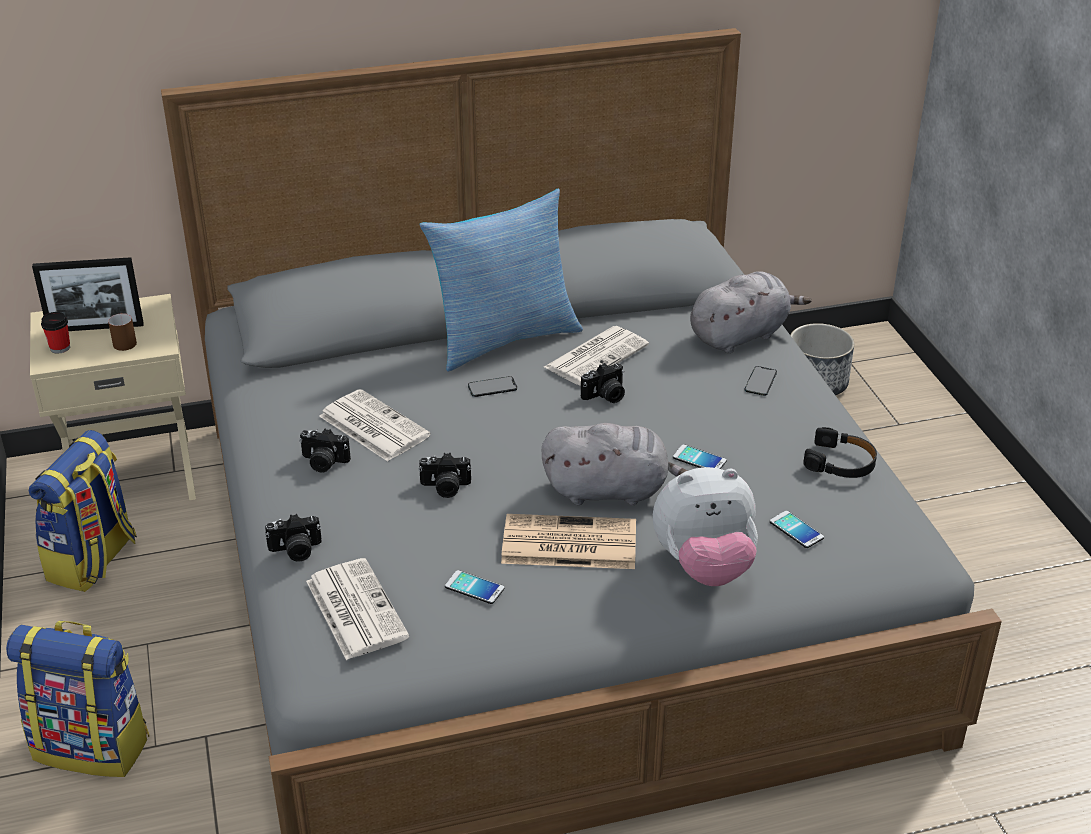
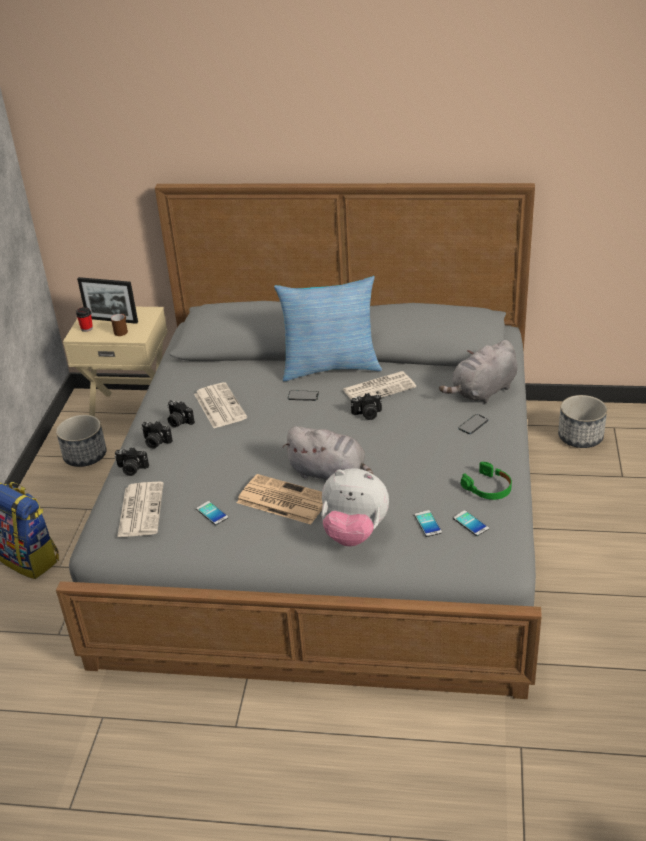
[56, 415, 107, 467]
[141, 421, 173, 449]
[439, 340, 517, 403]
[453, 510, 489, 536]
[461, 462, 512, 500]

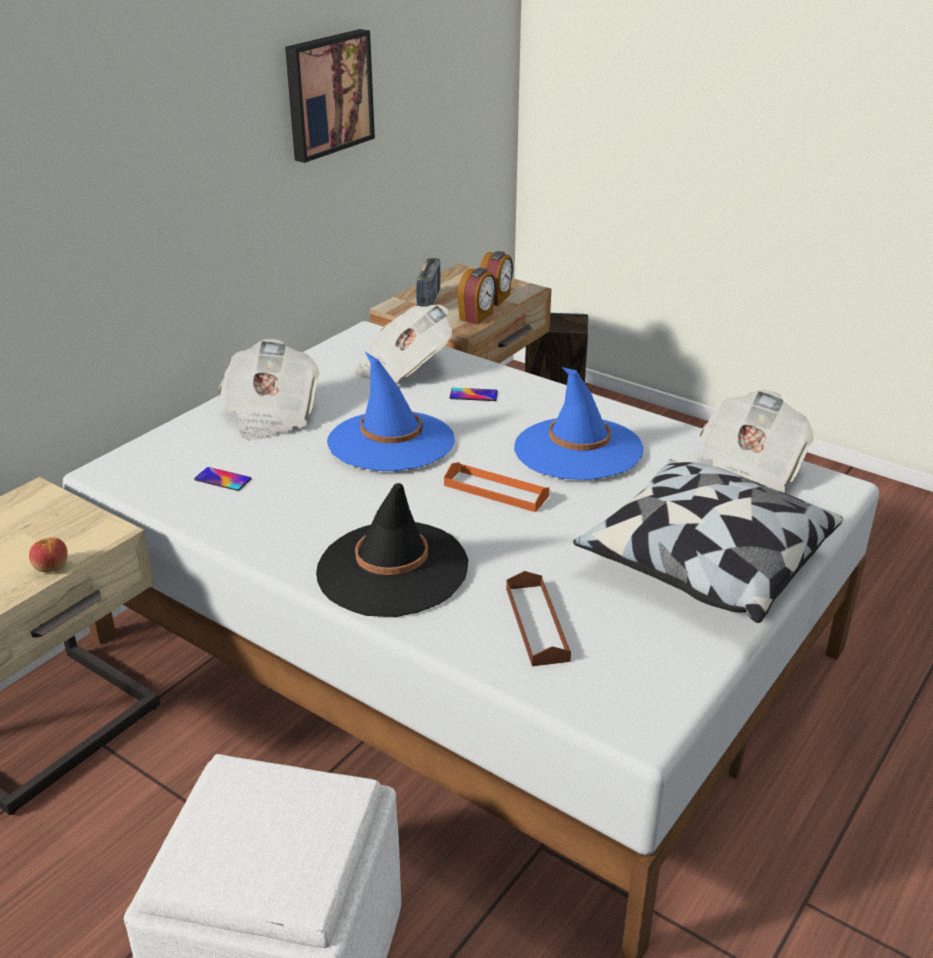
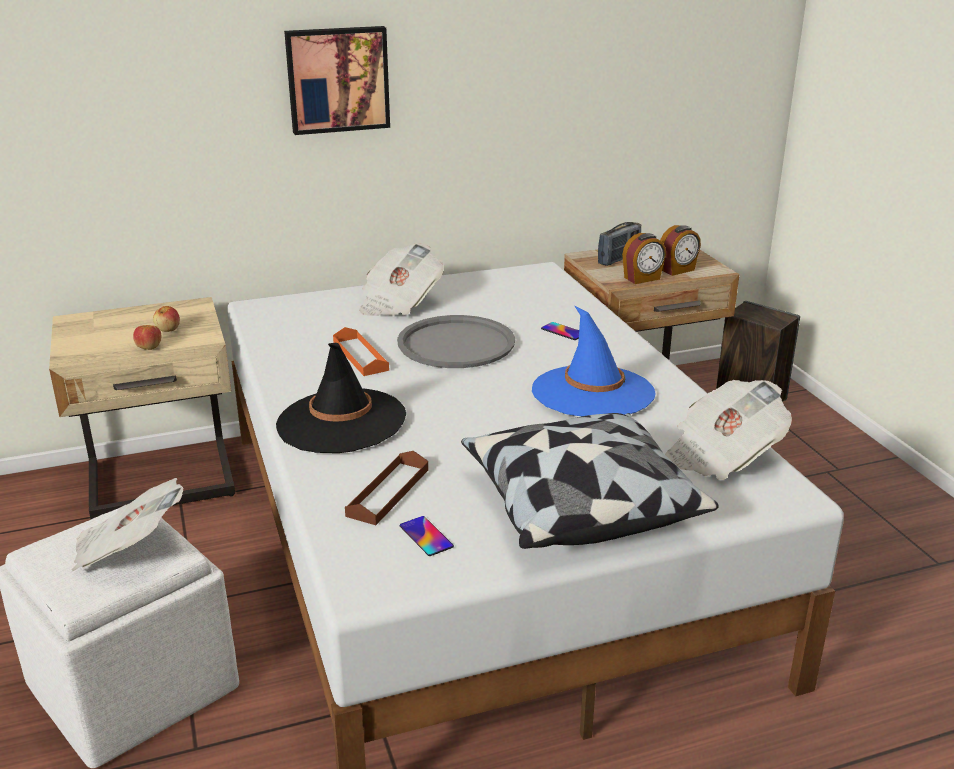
[72, 478, 183, 571]
[153, 306, 180, 332]
[284, 26, 390, 135]
[333, 327, 389, 376]
[397, 315, 515, 368]
[400, 516, 454, 556]

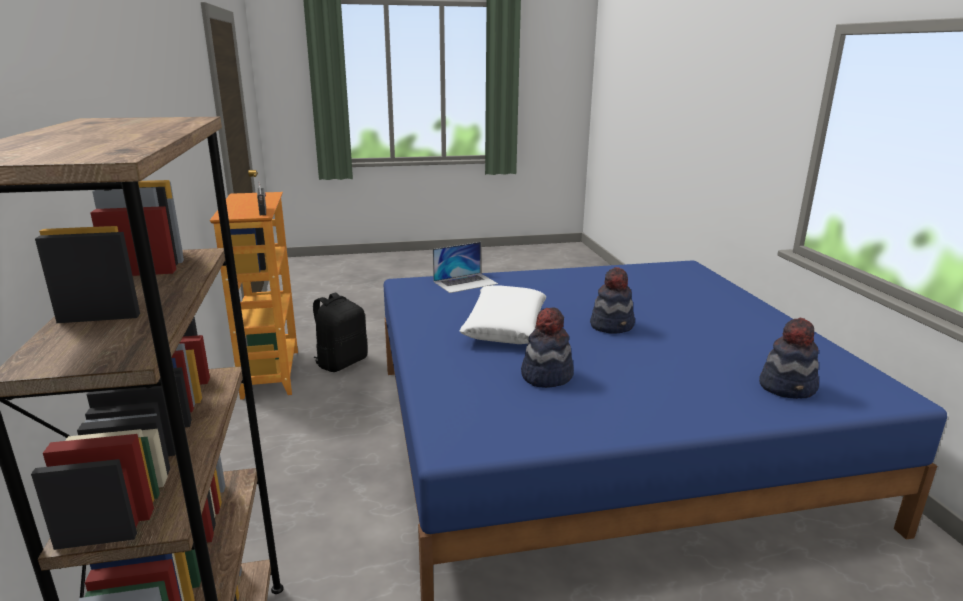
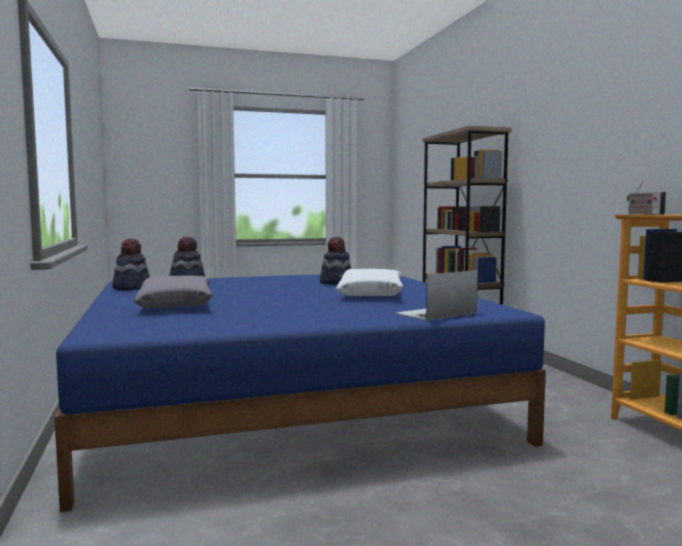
[112, 239, 150, 290]
[134, 275, 213, 308]
[313, 293, 368, 372] (first image)

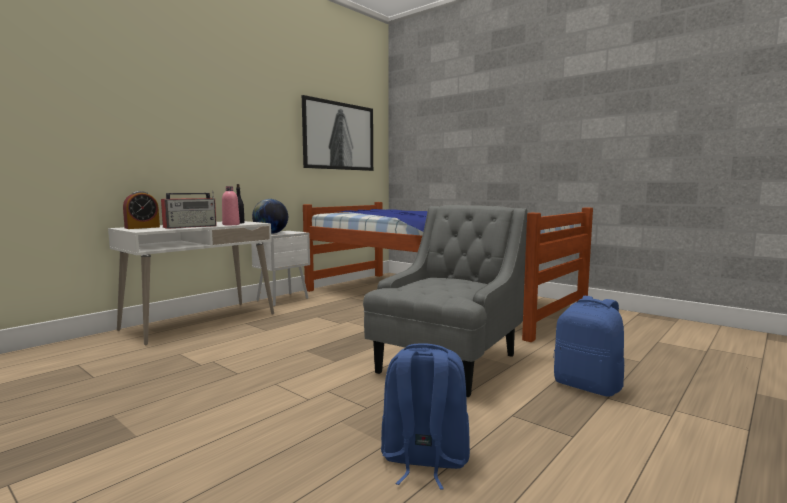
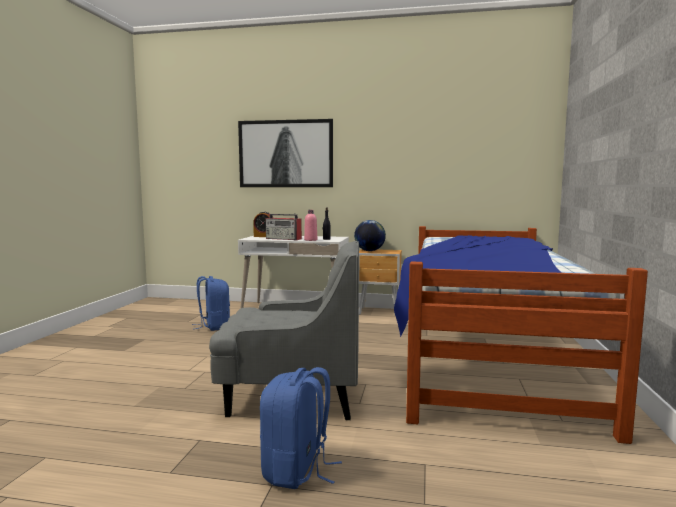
[192, 276, 230, 331]
[238, 119, 333, 187]
[359, 249, 402, 315]

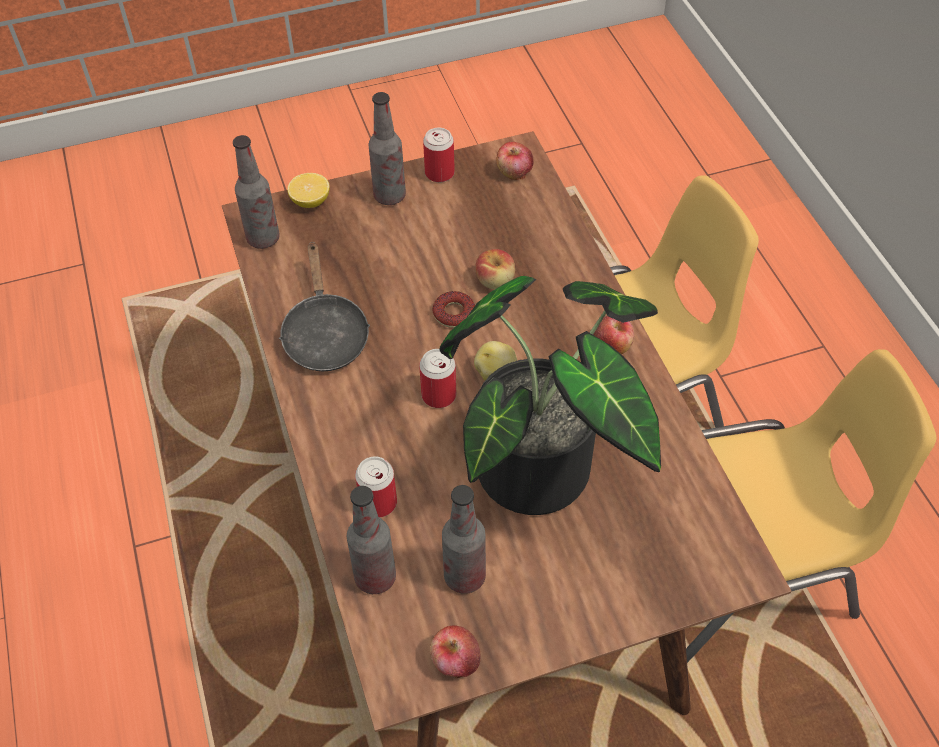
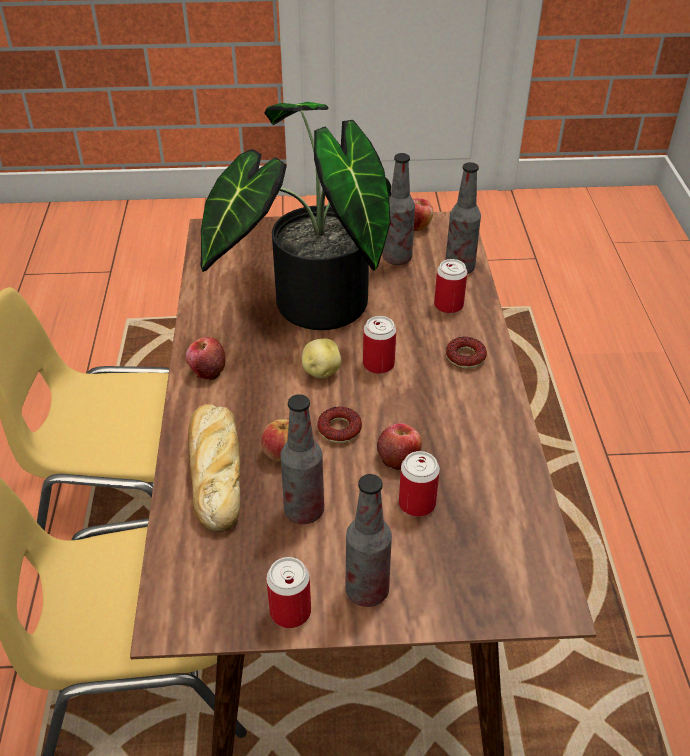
[188, 404, 240, 532]
[280, 394, 324, 524]
[377, 423, 422, 470]
[399, 451, 440, 517]
[446, 337, 487, 369]
[279, 242, 370, 371] (first image)
[287, 173, 330, 208] (first image)

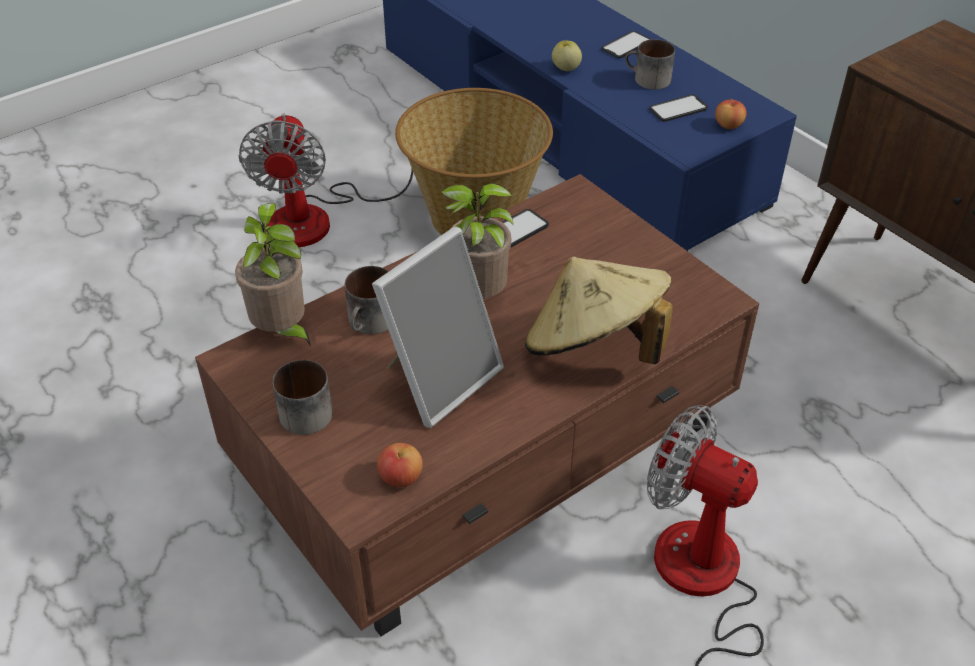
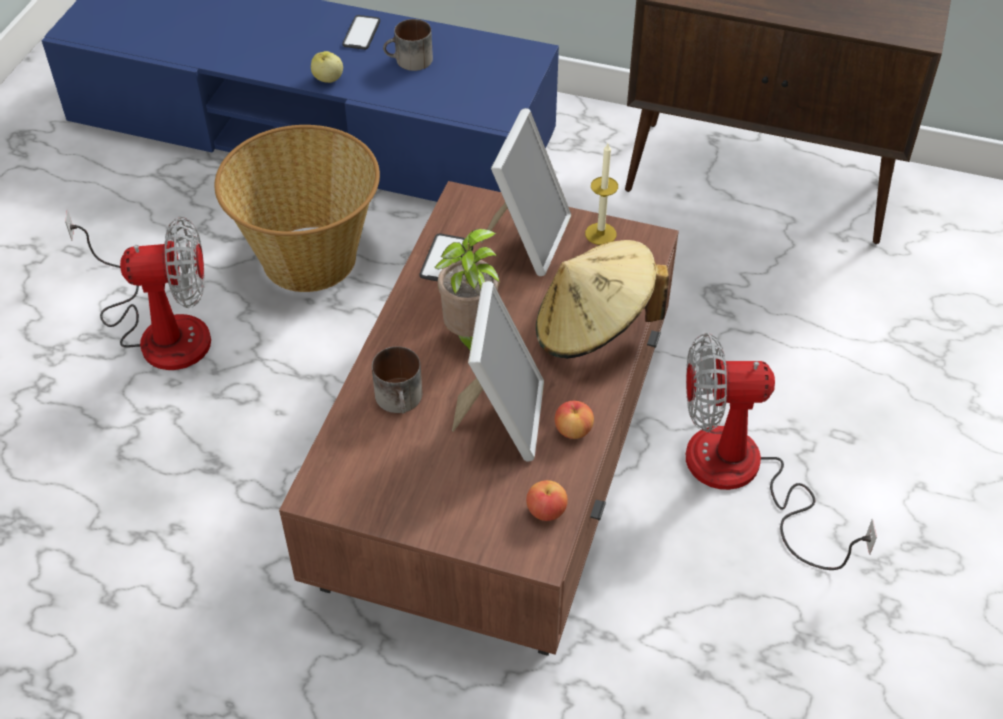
[65, 210, 211, 370]
[480, 108, 571, 276]
[555, 401, 594, 439]
[585, 143, 618, 245]
[235, 203, 311, 347] (first image)
[273, 360, 333, 435] (first image)
[649, 94, 708, 122] (first image)

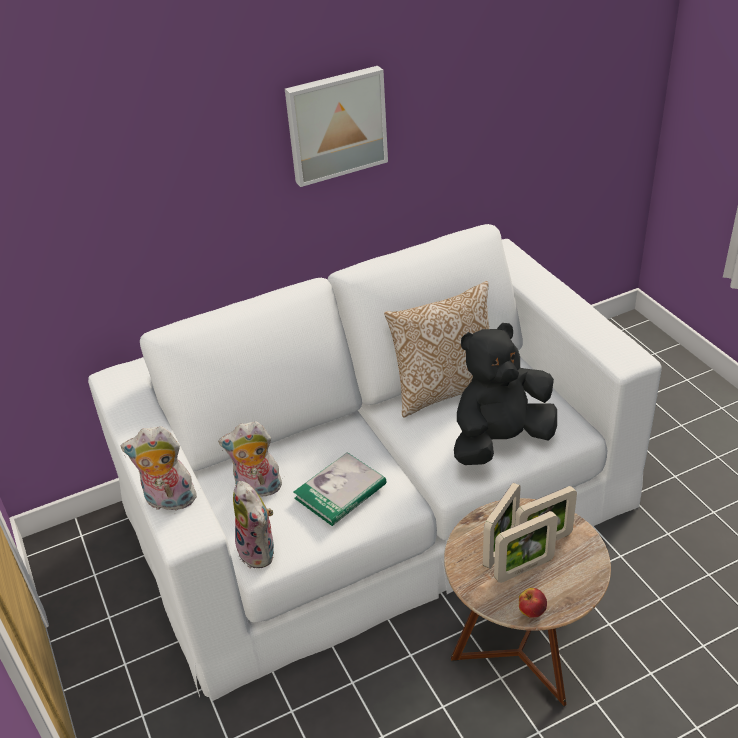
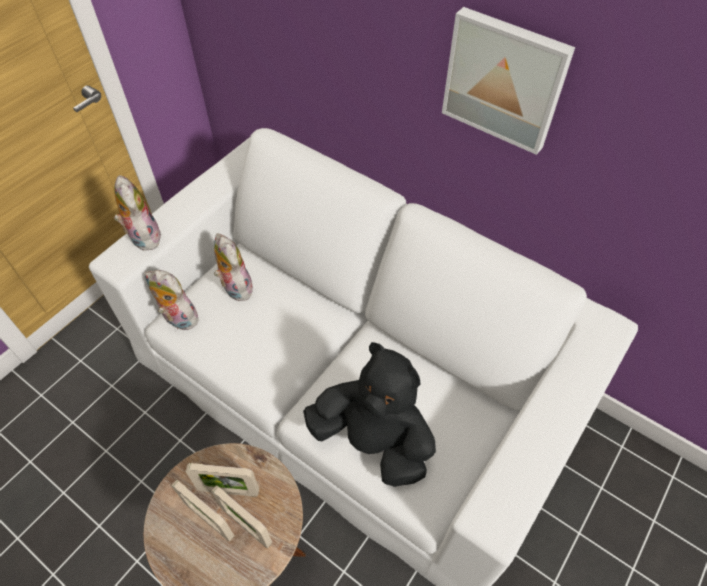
[144, 270, 199, 330]
[294, 452, 387, 526] (first image)
[384, 281, 489, 418] (first image)
[519, 588, 547, 618] (first image)

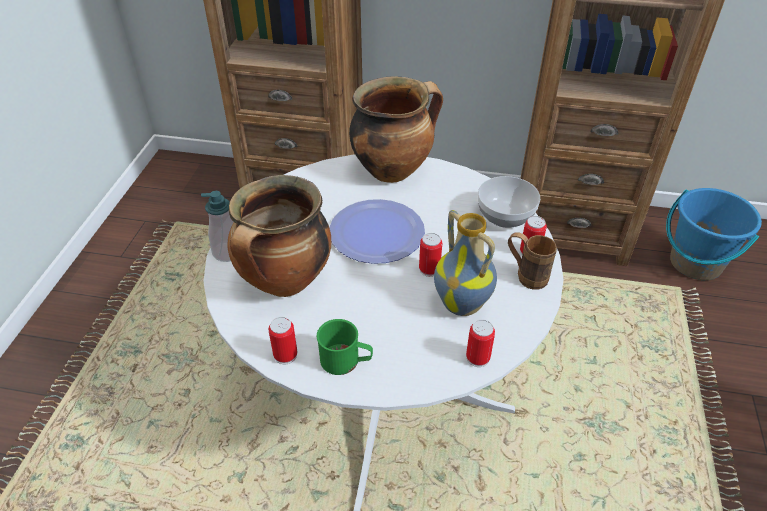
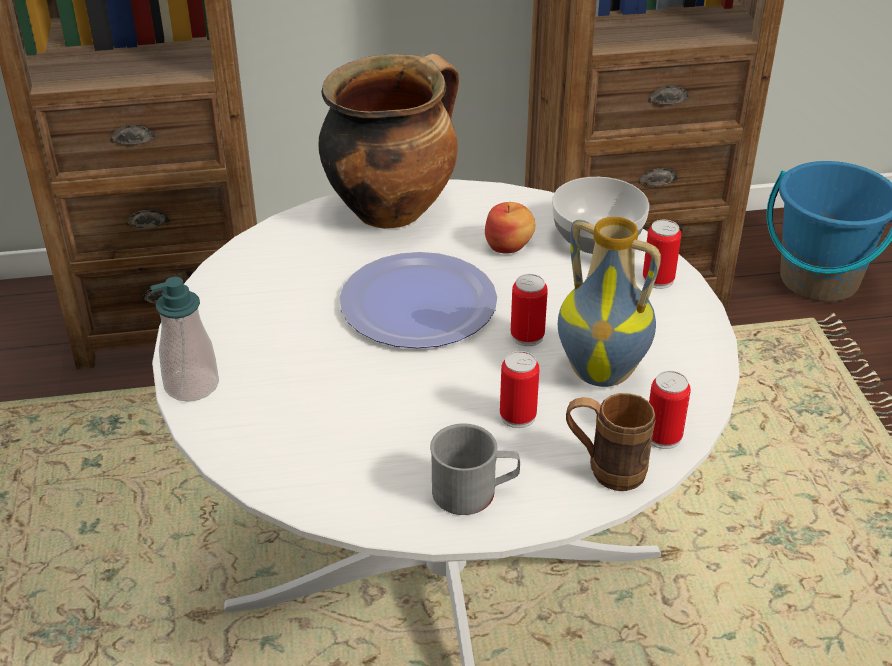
[430, 423, 520, 515]
[485, 202, 535, 253]
[500, 351, 539, 428]
[566, 393, 656, 491]
[227, 175, 331, 297] (first image)

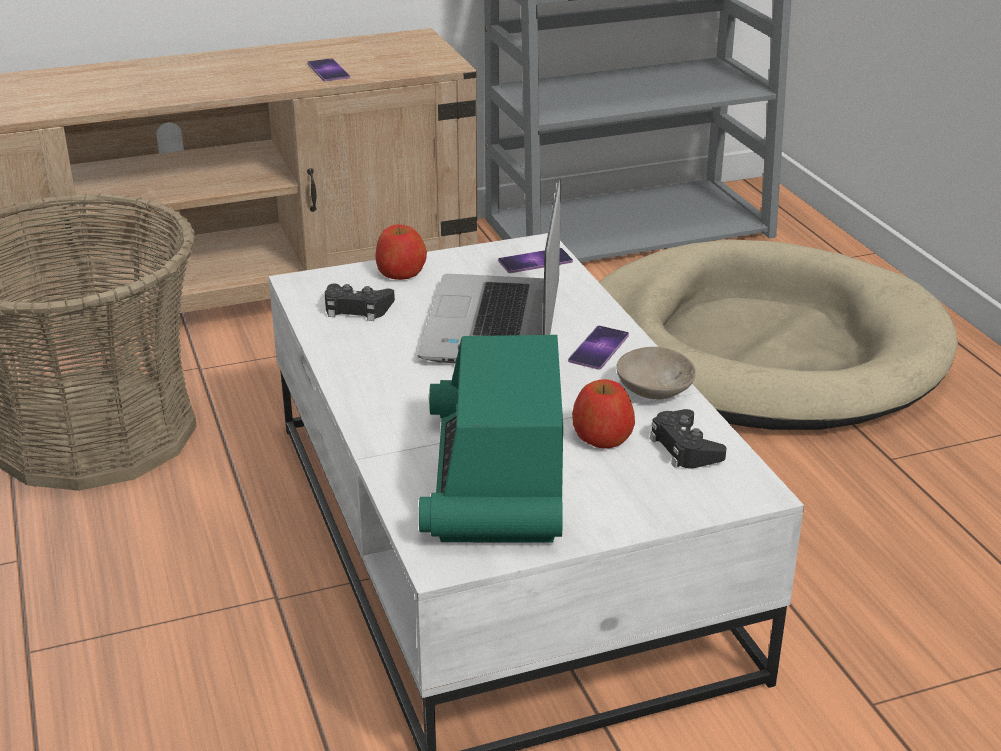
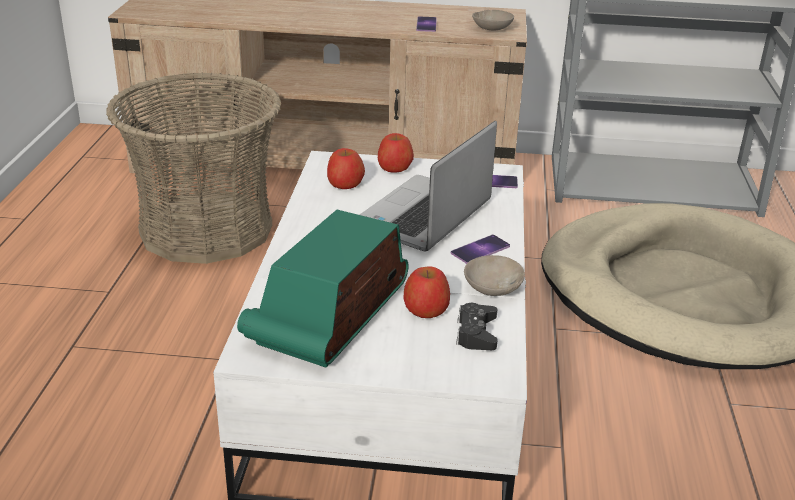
[327, 148, 365, 189]
[472, 10, 514, 31]

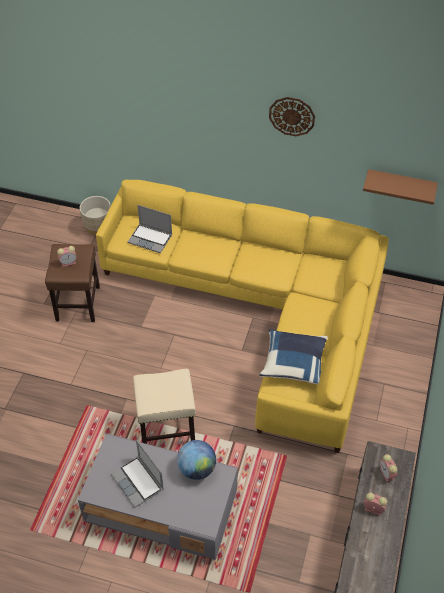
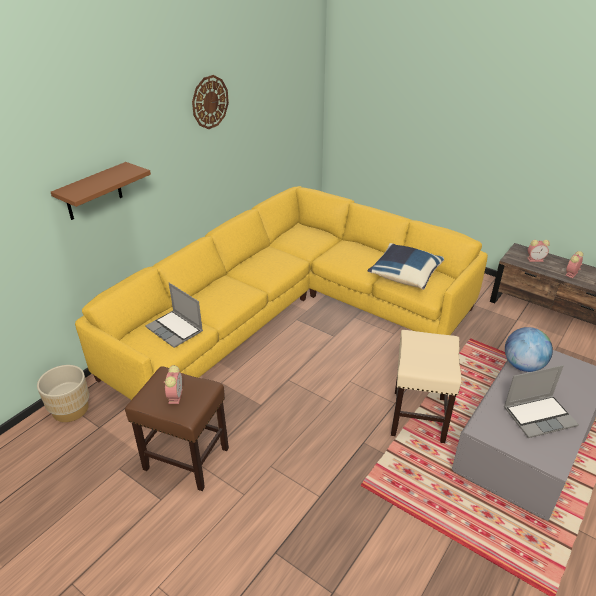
[51, 162, 151, 220]
[145, 283, 203, 348]

